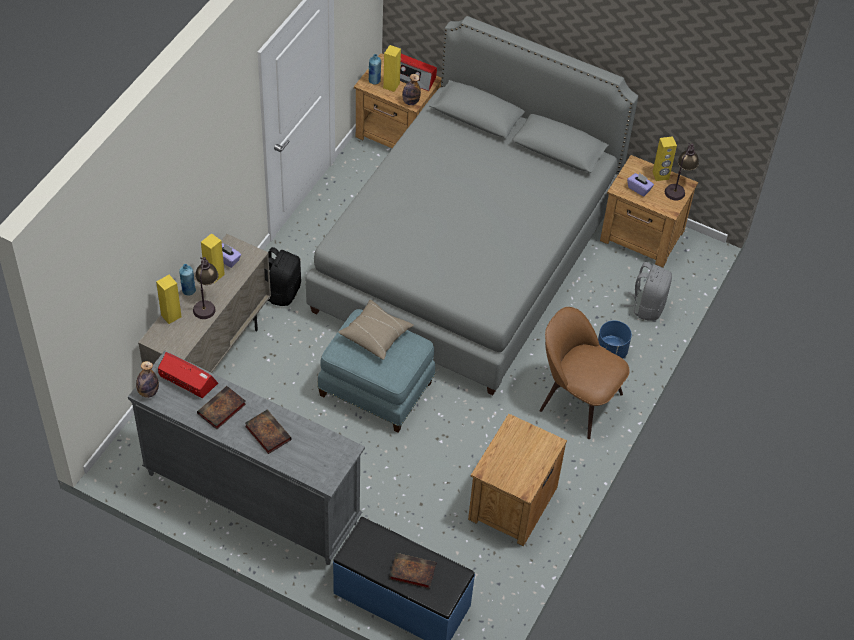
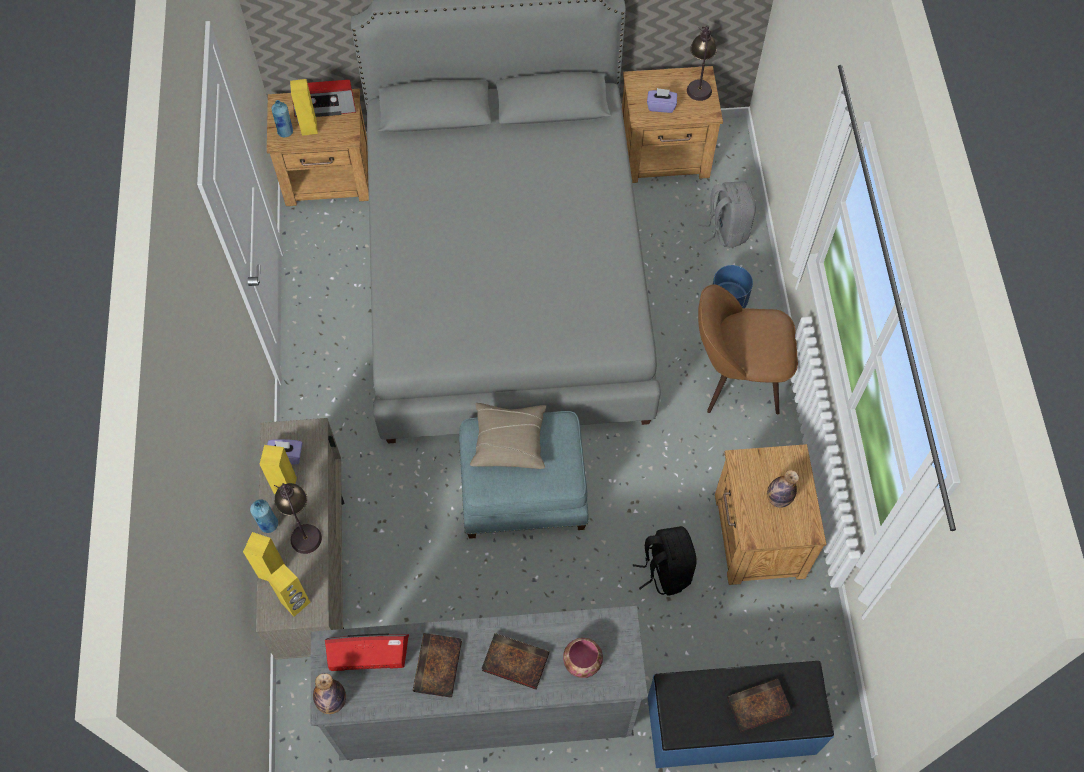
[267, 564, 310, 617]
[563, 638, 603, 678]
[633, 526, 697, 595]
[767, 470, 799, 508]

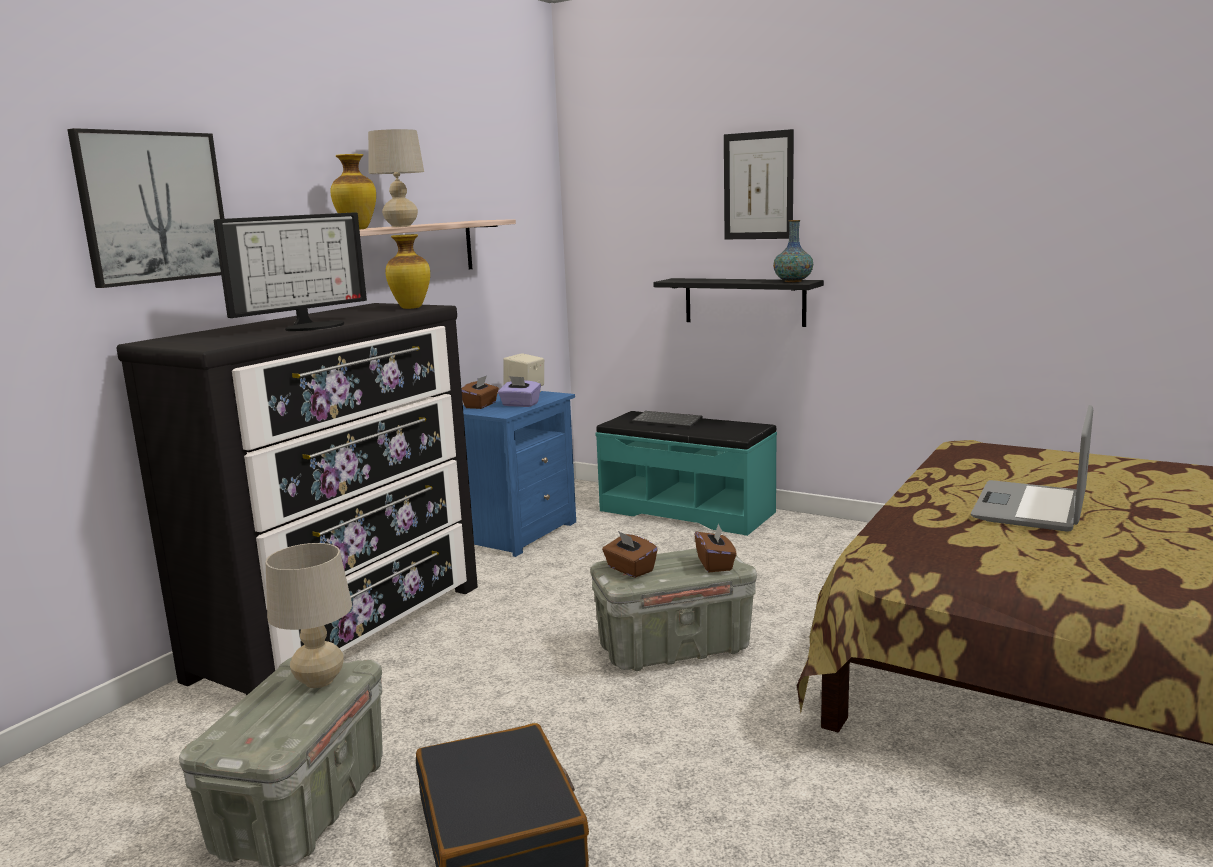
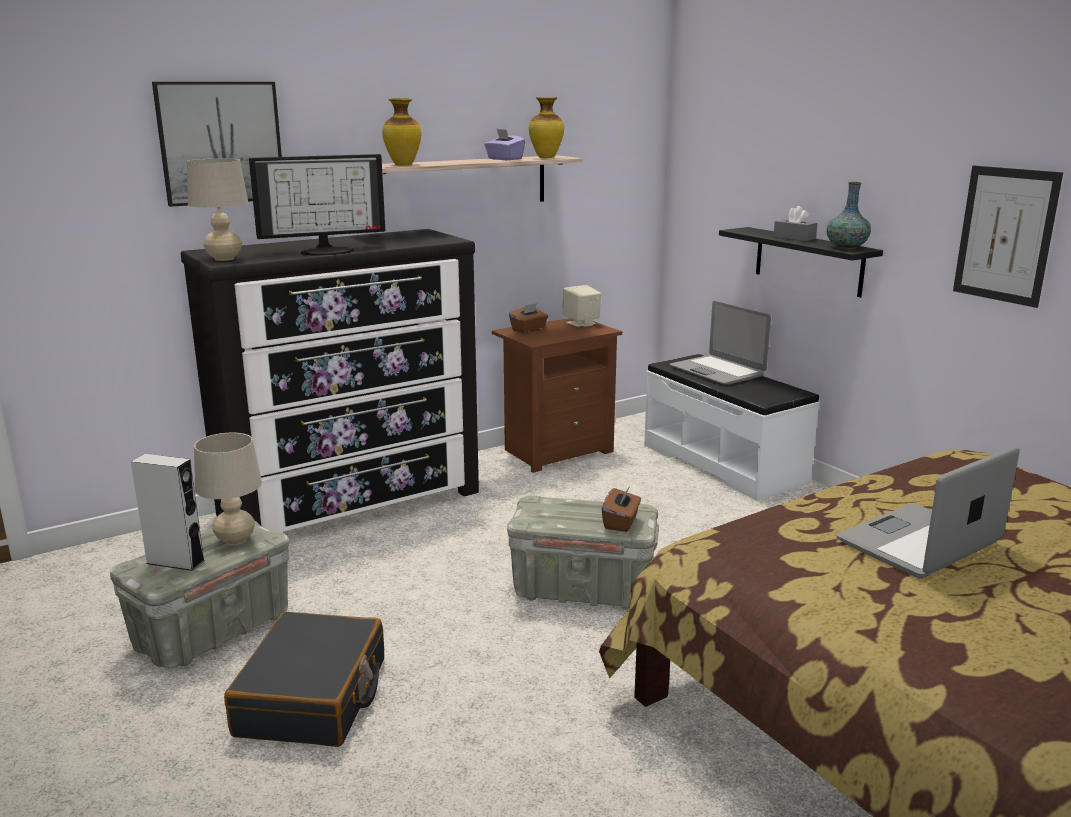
[131, 454, 205, 571]
[187, 159, 248, 261]
[484, 129, 526, 160]
[492, 318, 622, 473]
[529, 97, 564, 158]
[644, 354, 819, 501]
[670, 301, 771, 384]
[773, 206, 818, 241]
[953, 166, 1063, 308]
[602, 531, 658, 578] (first image)

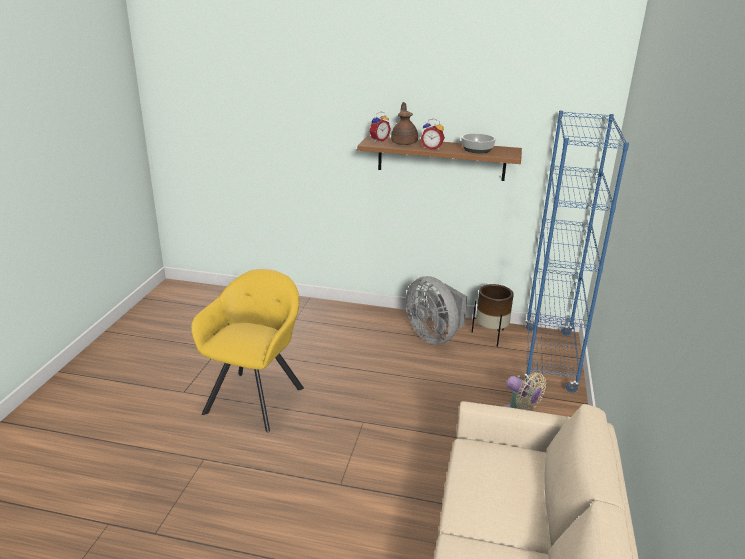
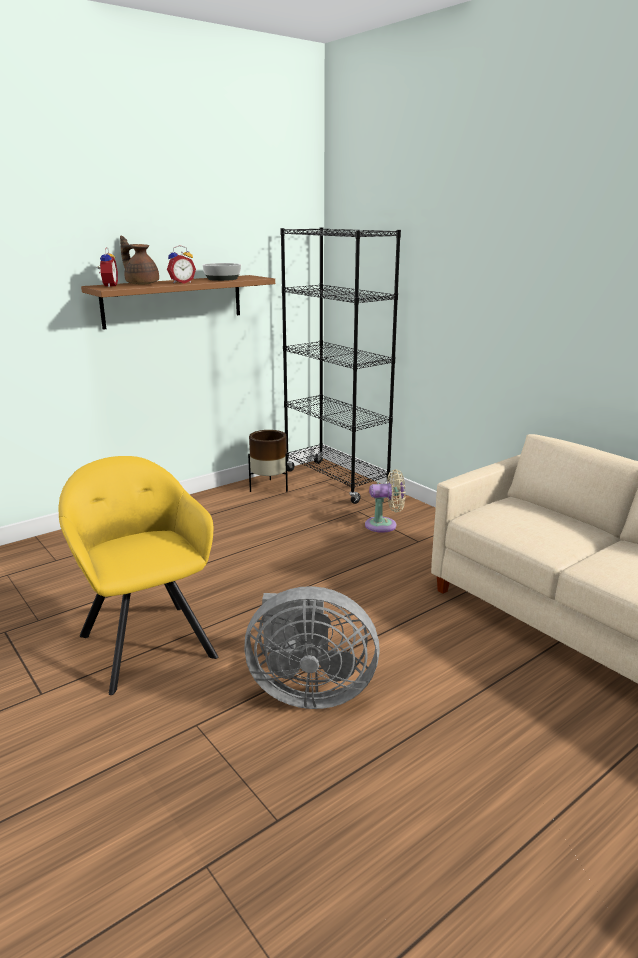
[244, 586, 380, 709]
[280, 227, 401, 504]

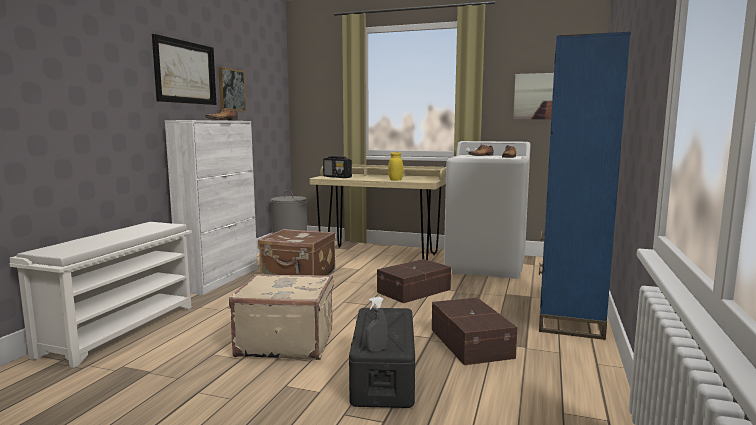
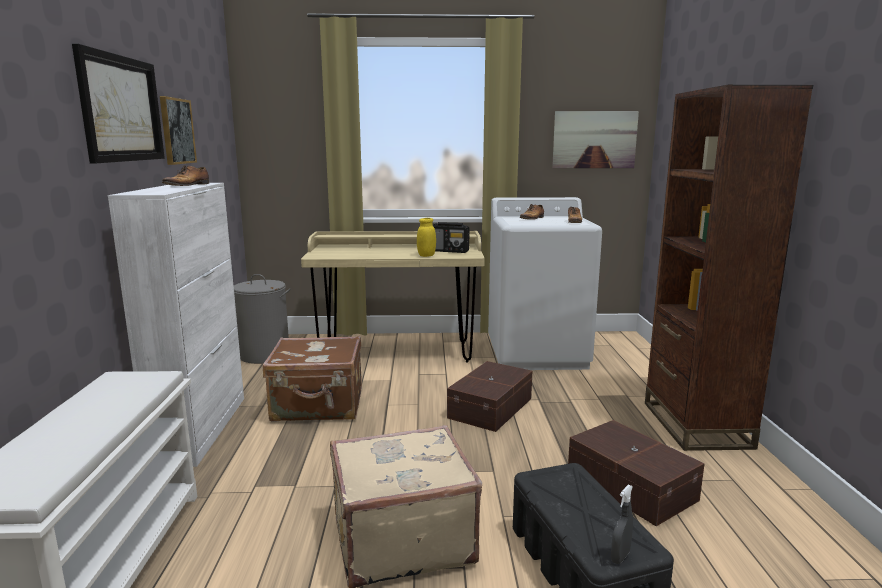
[433, 222, 469, 253]
[645, 85, 813, 451]

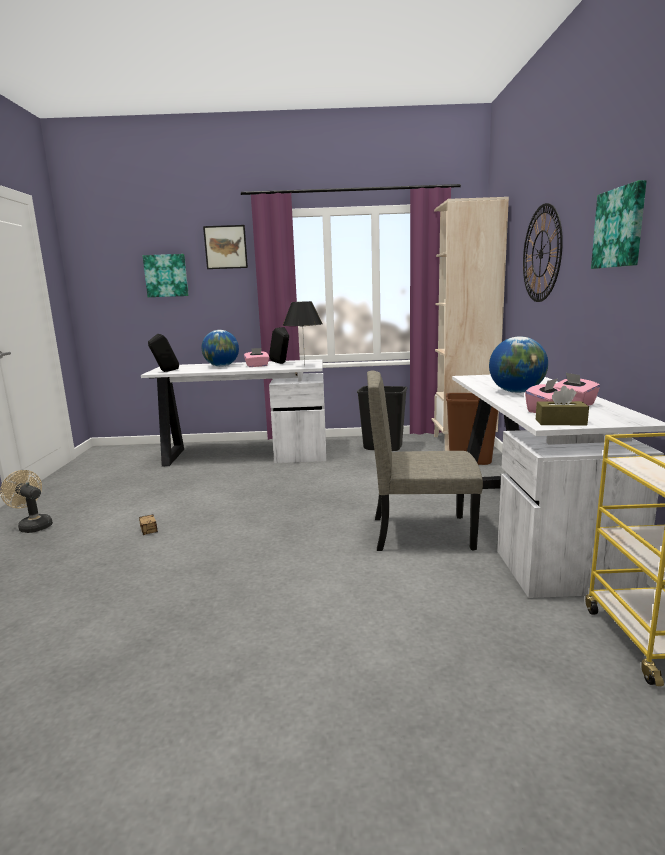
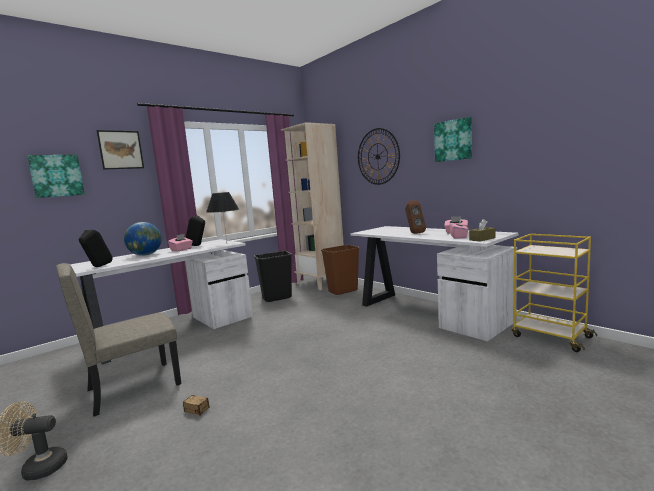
[56, 263, 181, 417]
[405, 200, 426, 234]

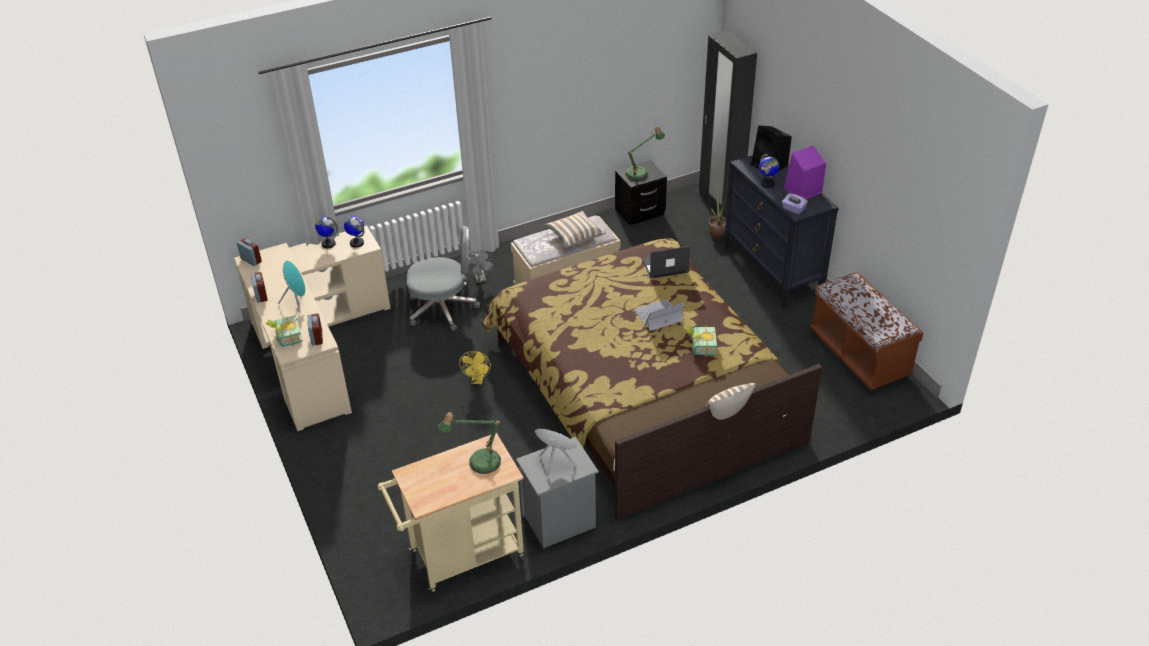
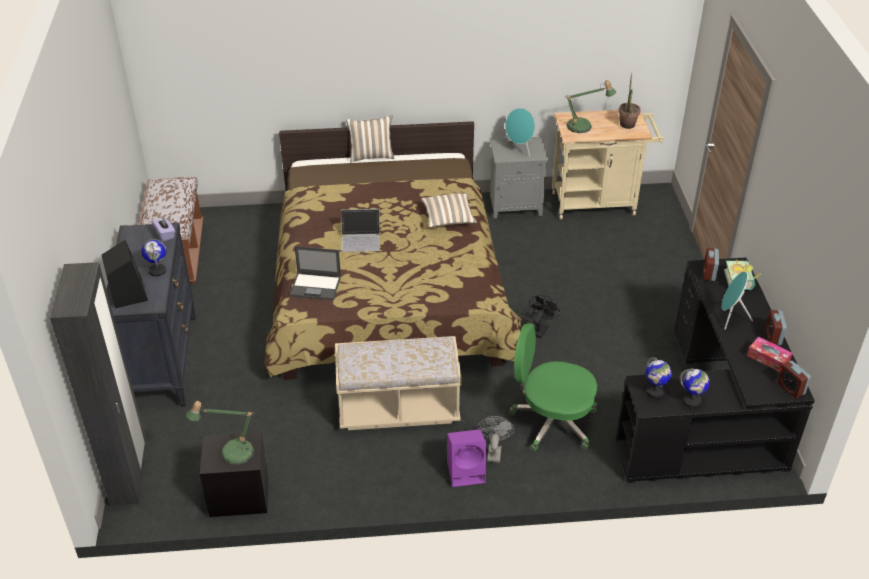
[421, 193, 477, 228]
[447, 429, 486, 487]
[508, 323, 597, 452]
[529, 296, 560, 338]
[616, 257, 815, 483]
[618, 72, 641, 129]
[747, 337, 793, 372]
[685, 326, 717, 357] (first image)

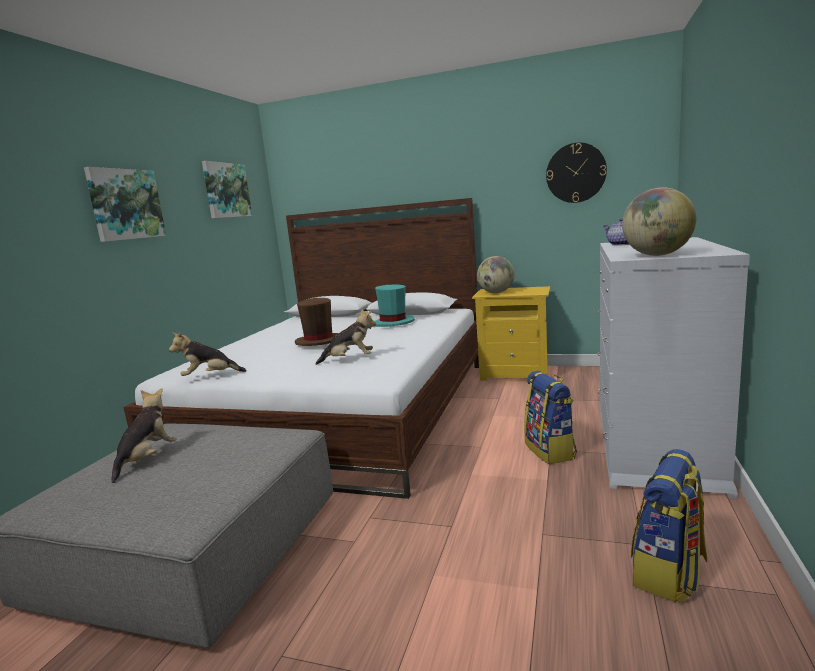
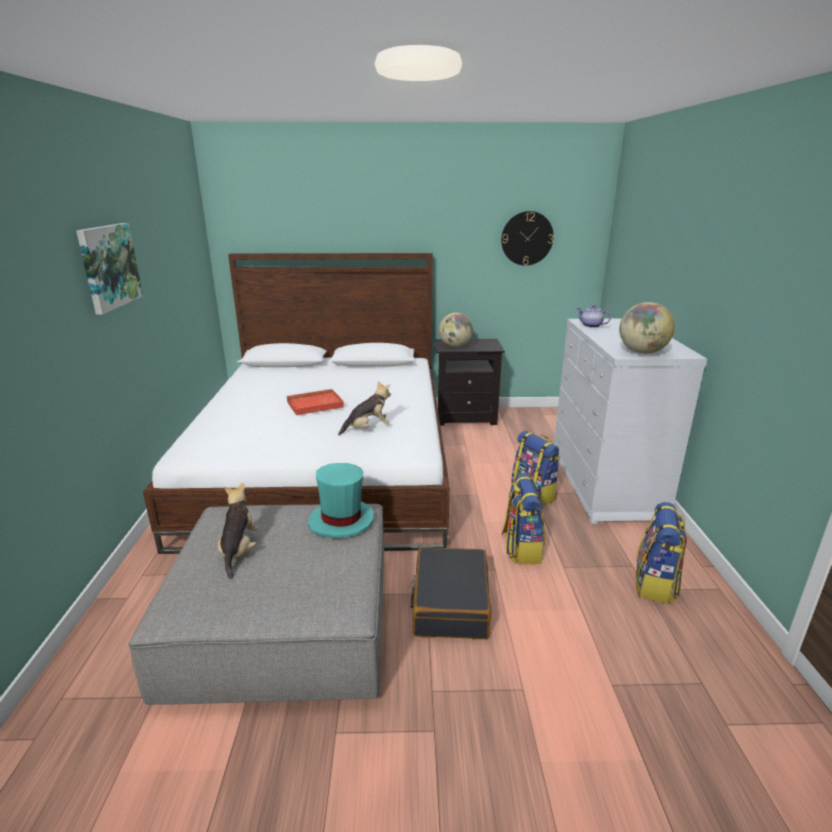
[287, 389, 344, 415]
[308, 463, 374, 539]
[410, 547, 491, 639]
[434, 339, 505, 426]
[502, 473, 545, 564]
[169, 332, 247, 376] (first image)
[202, 161, 252, 218] (first image)

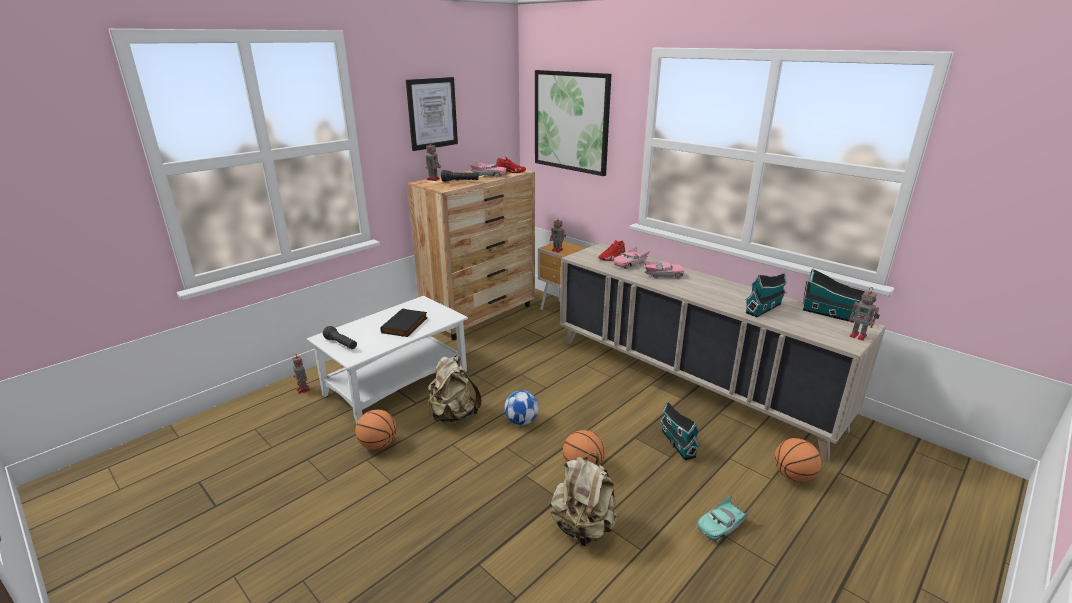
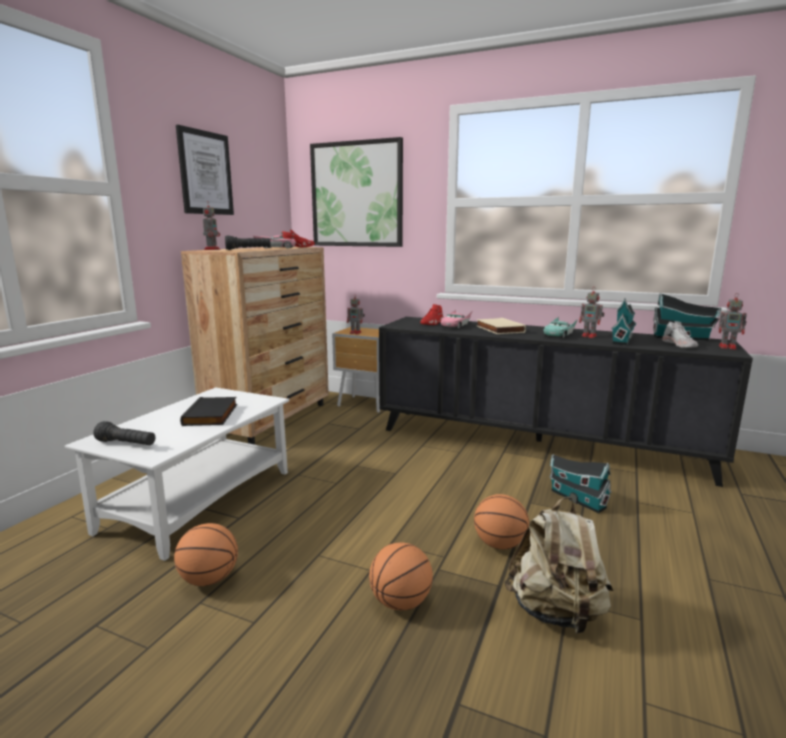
[369, 543, 433, 610]
[379, 317, 753, 487]
[476, 318, 526, 334]
[544, 317, 578, 338]
[579, 288, 605, 338]
[662, 321, 698, 348]
[428, 355, 481, 422] (first image)
[504, 390, 539, 425] (first image)

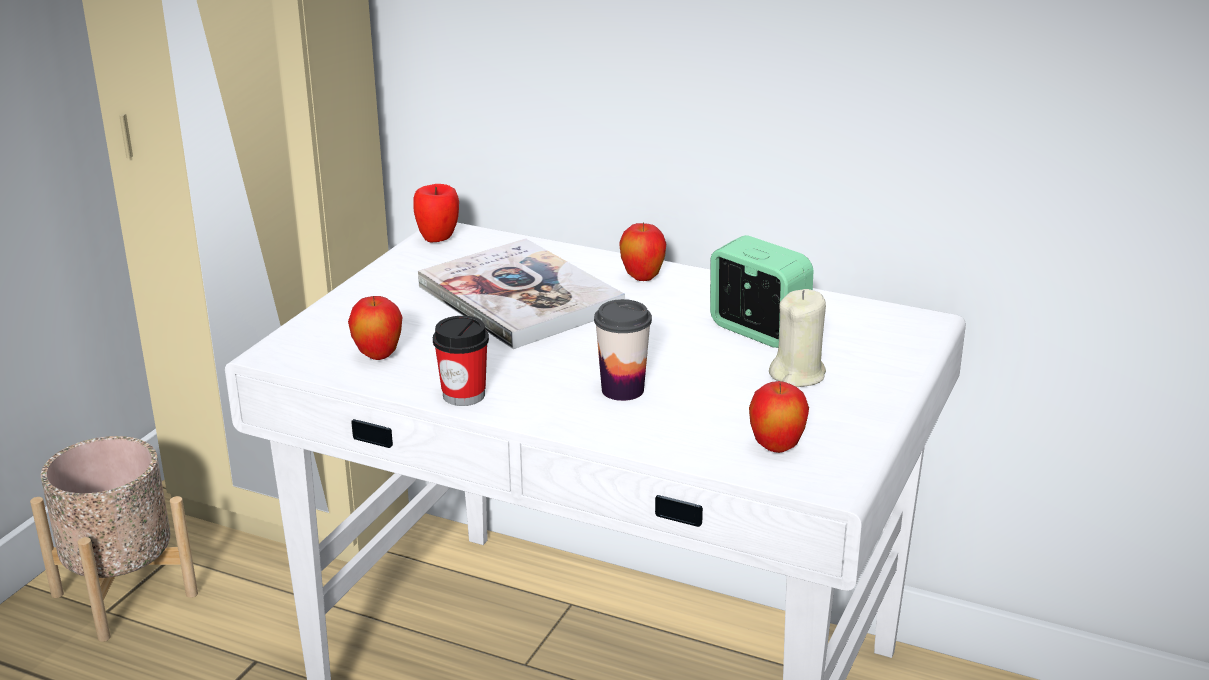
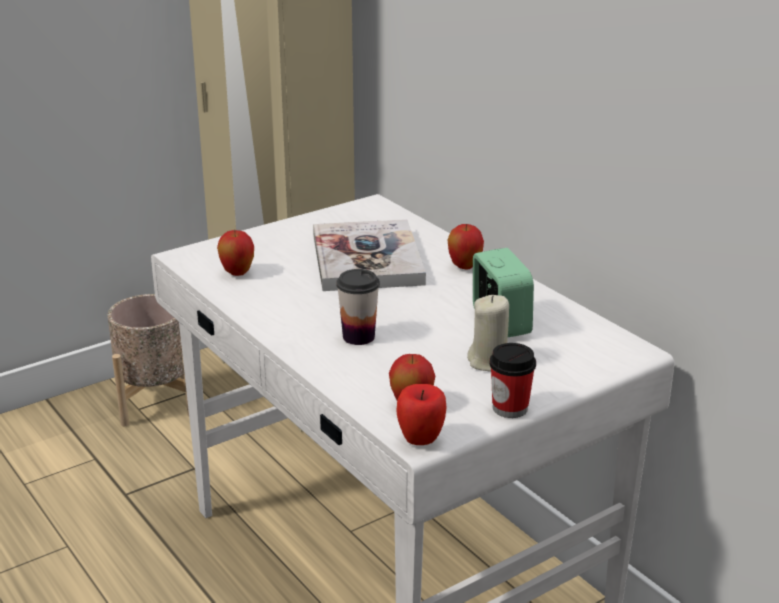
[396, 384, 447, 445]
[489, 343, 536, 418]

